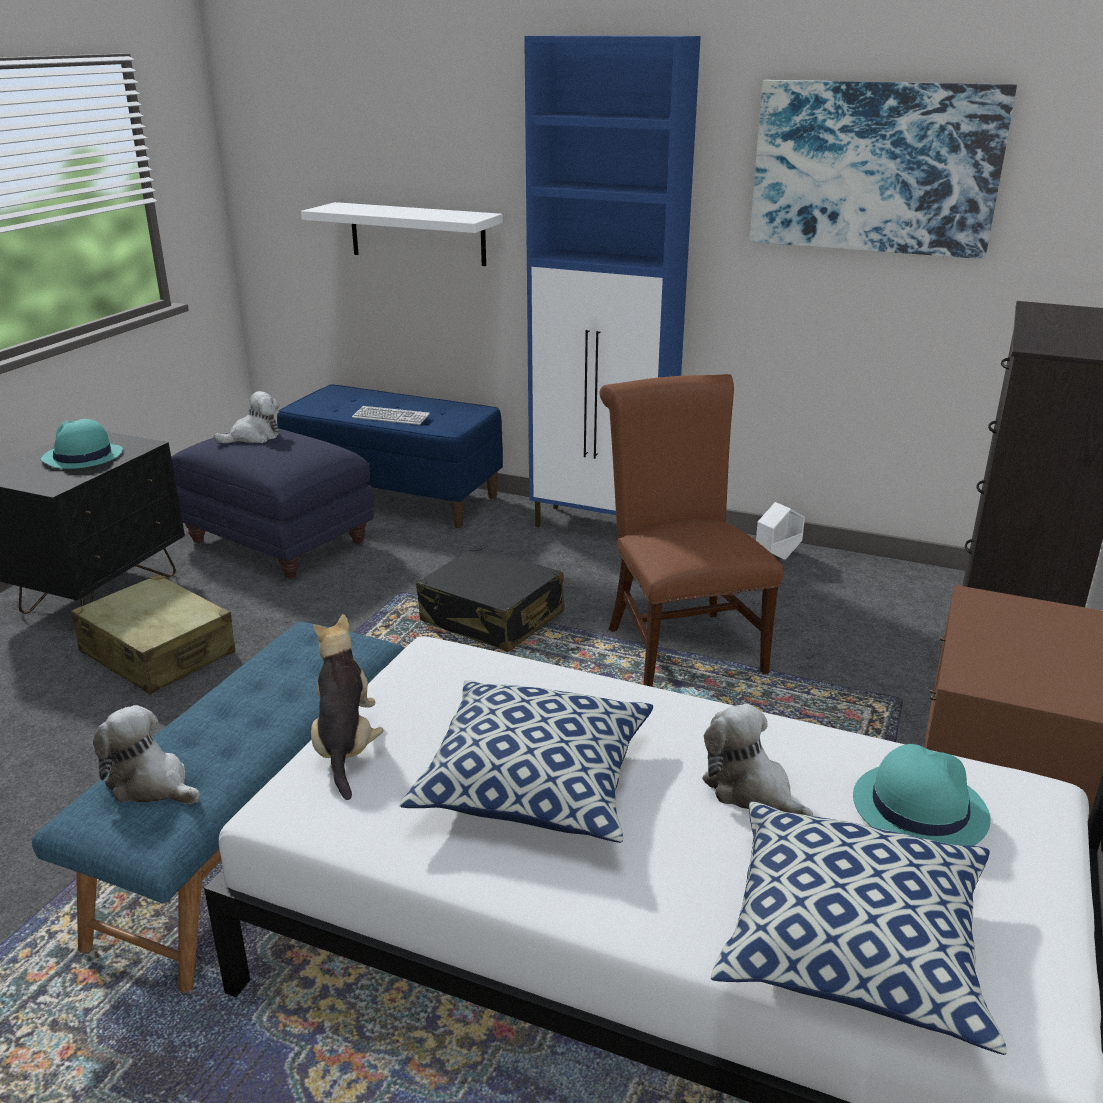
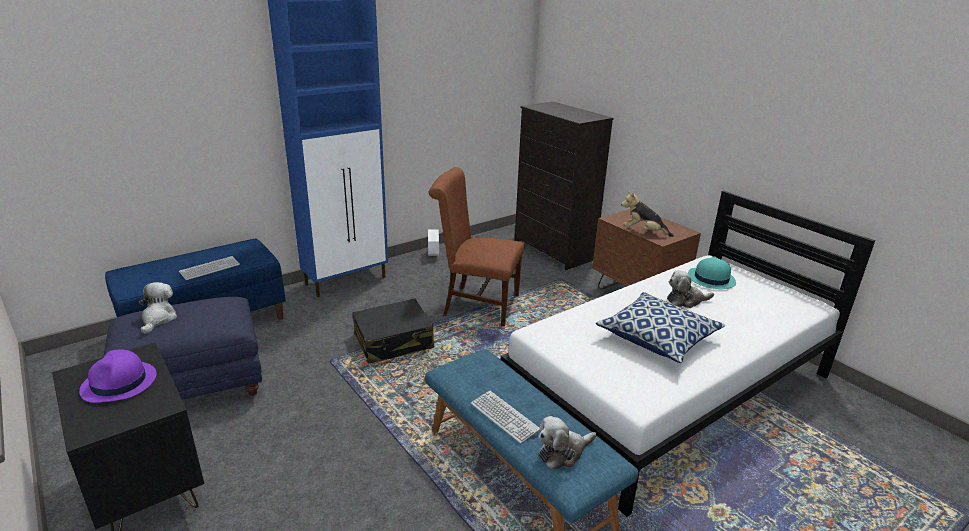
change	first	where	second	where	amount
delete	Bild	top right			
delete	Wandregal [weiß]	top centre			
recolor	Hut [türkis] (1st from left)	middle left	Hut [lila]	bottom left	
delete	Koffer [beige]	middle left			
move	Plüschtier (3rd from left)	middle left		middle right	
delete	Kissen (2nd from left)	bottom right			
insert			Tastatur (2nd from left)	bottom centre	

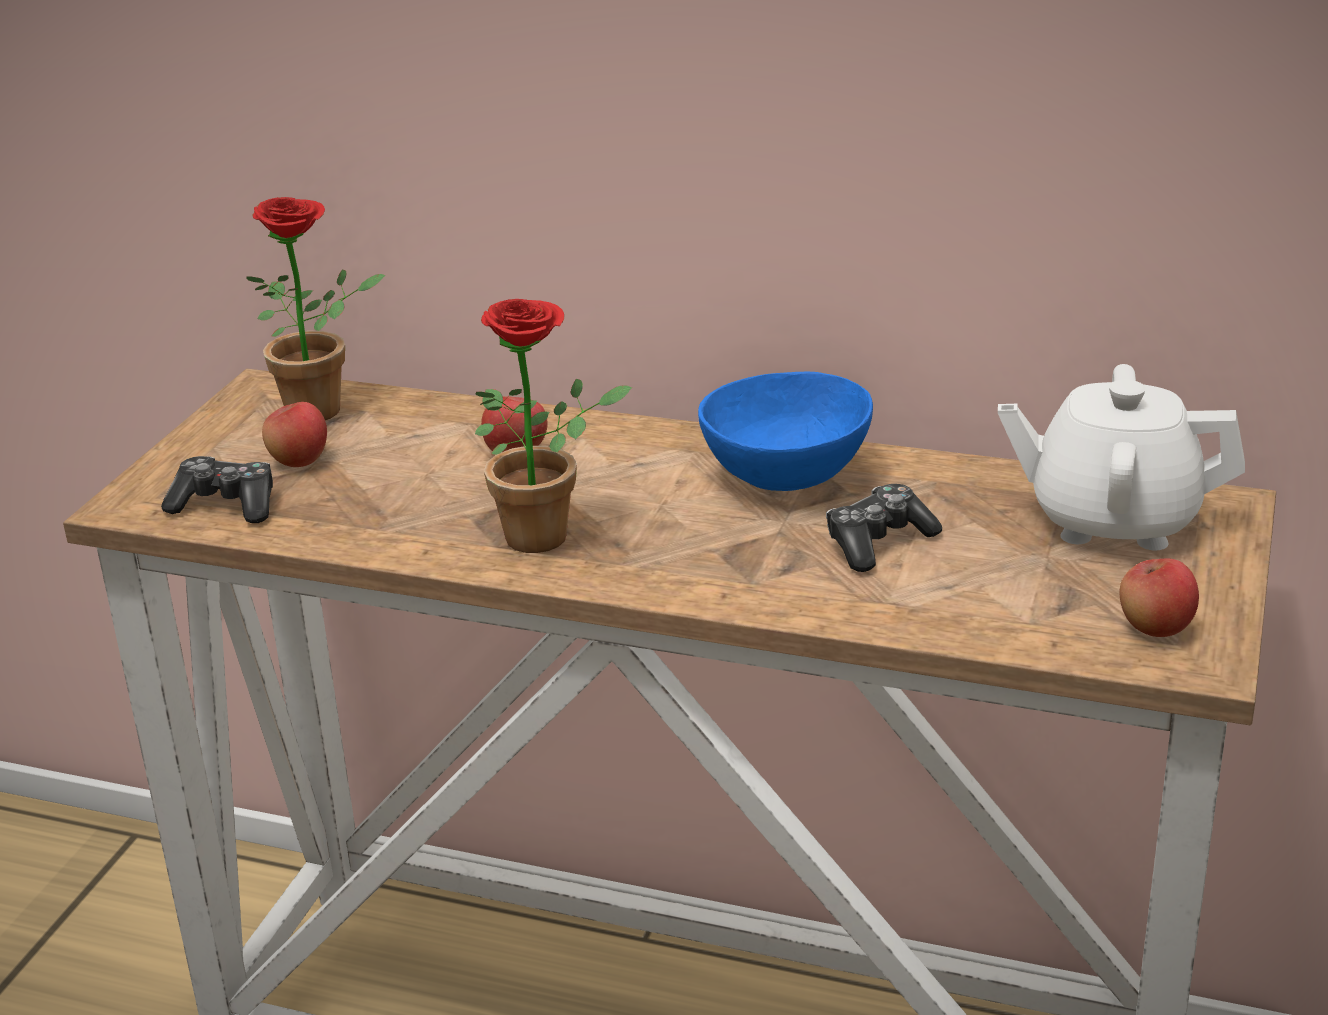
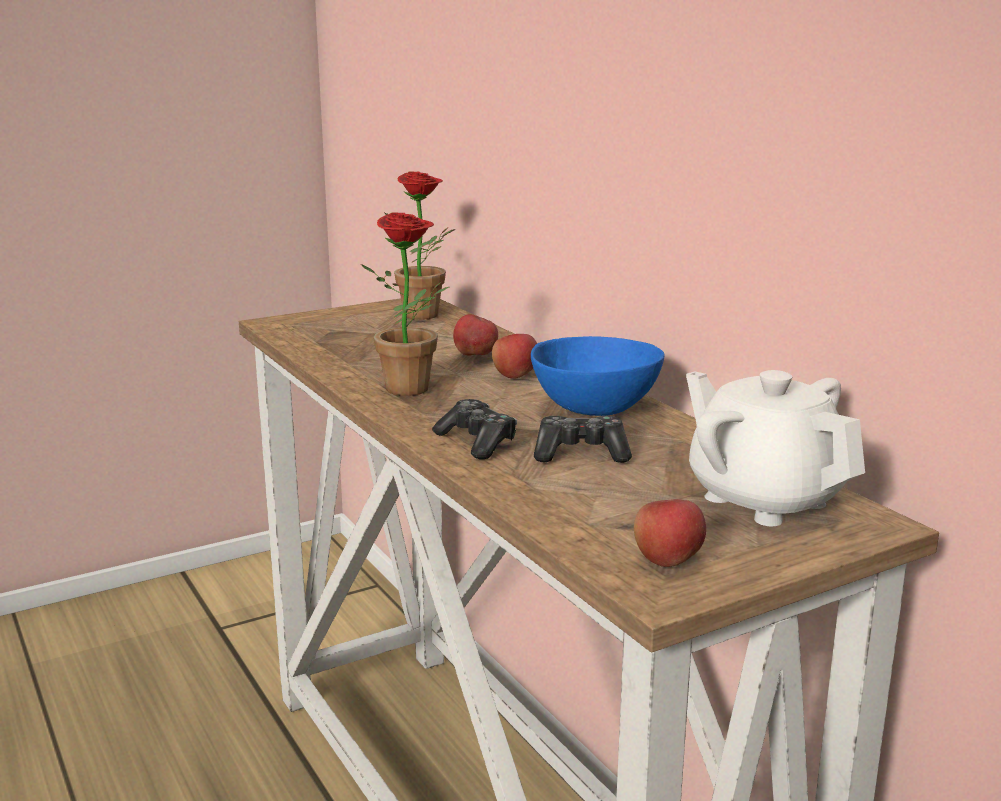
change	first	where	second	where	amount
move	Apfel (1st from left in the first image)	middle left	Apfel (2nd from left)	centre	
move	Gamepad (1st from left)	middle left		centre	

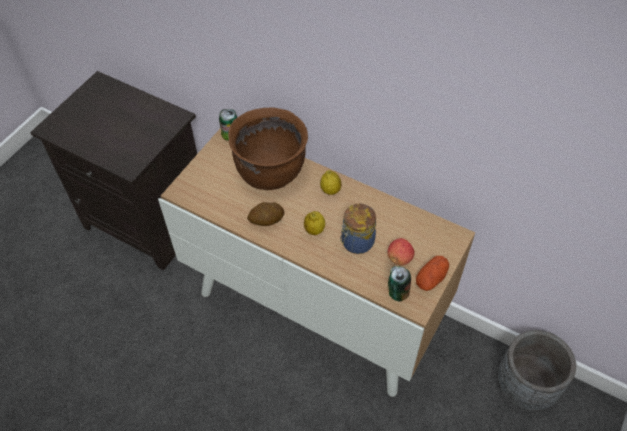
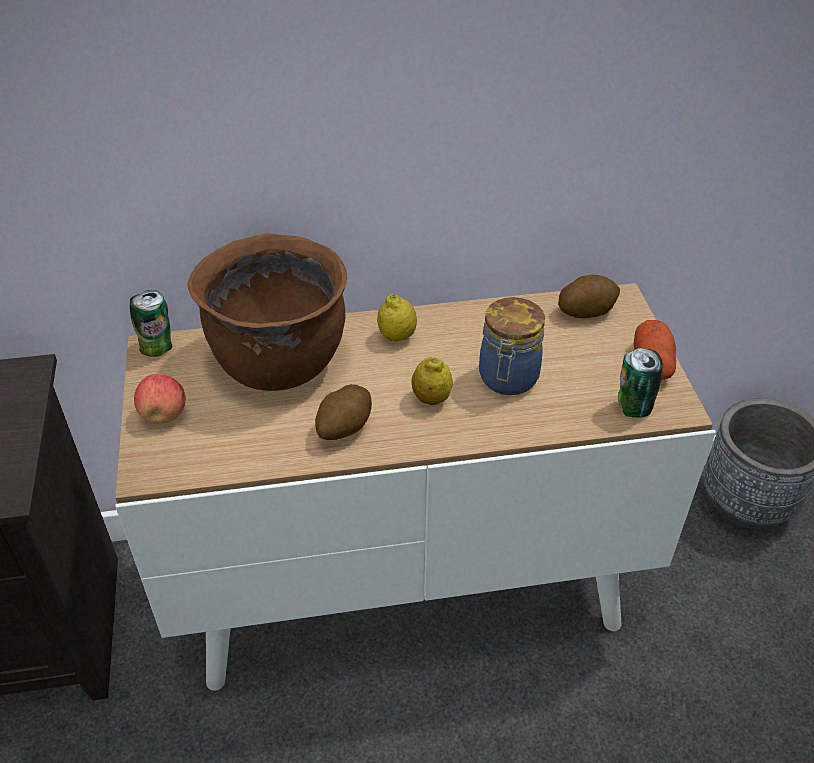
change	first	where	second	where	amount
move	Apfel	centre		middle left	
insert			Kartoffel (2nd from left)	middle right	

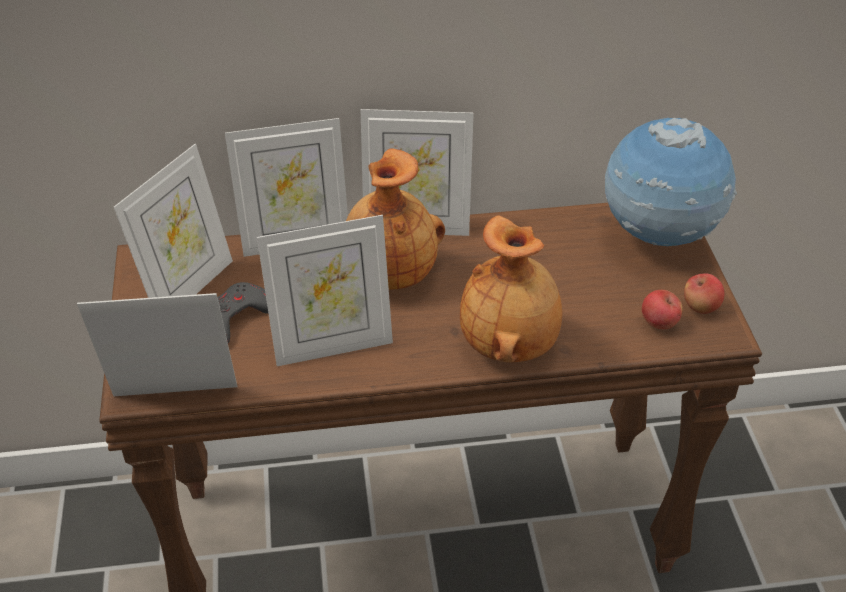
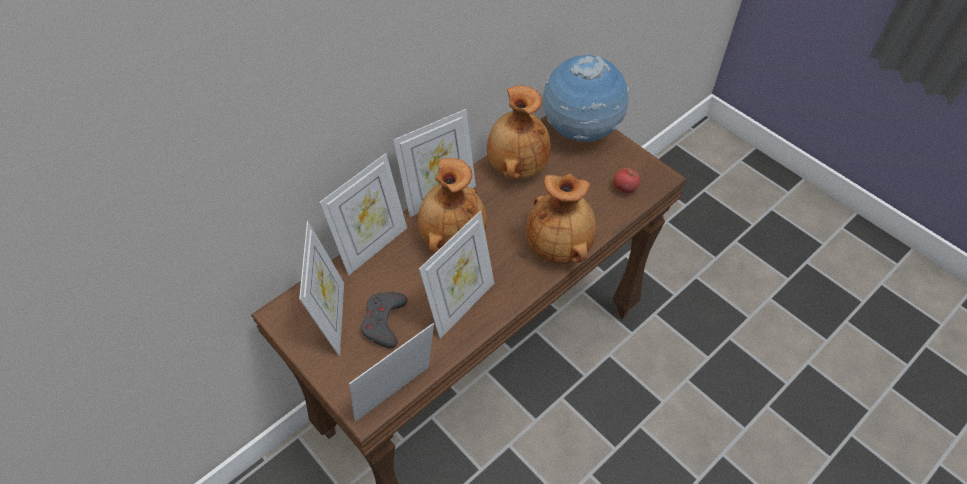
change	first	where	second	where	amount
delete	Apfel (2nd from left)	middle right			
insert			Vase [braun] (2nd from left)	top centre	

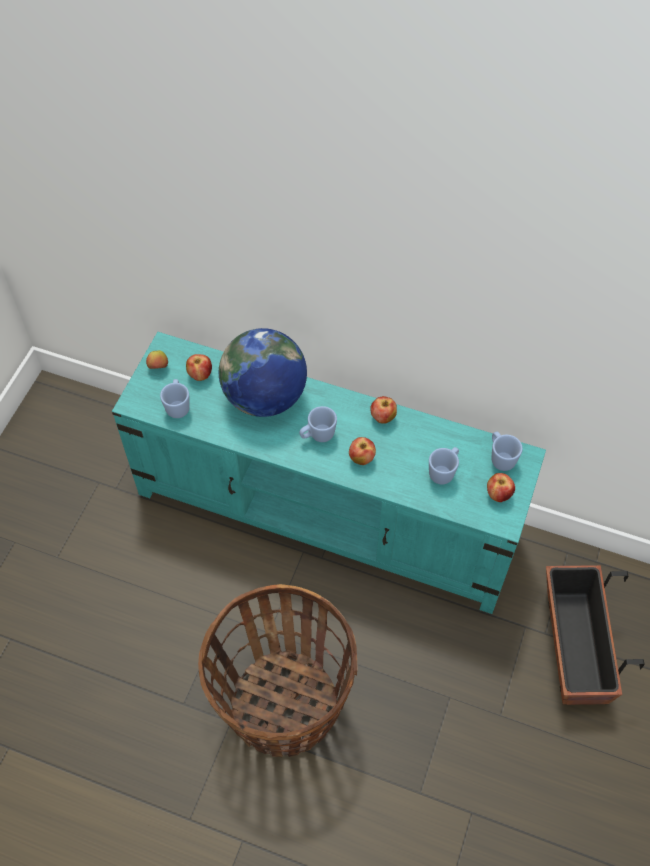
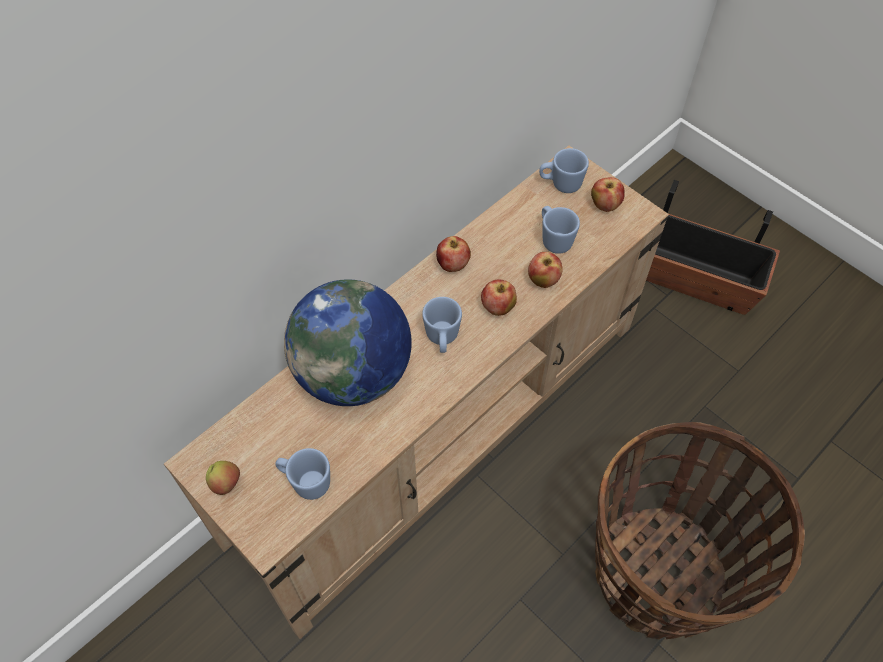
change	first	where	second	where	amount
recolor	Fernsehschrank [türkis]	centre	Fernsehschrank [beige]	centre	
move	Apfel (2nd from left in the first image)	middle left	Apfel (4th from left)	centre	

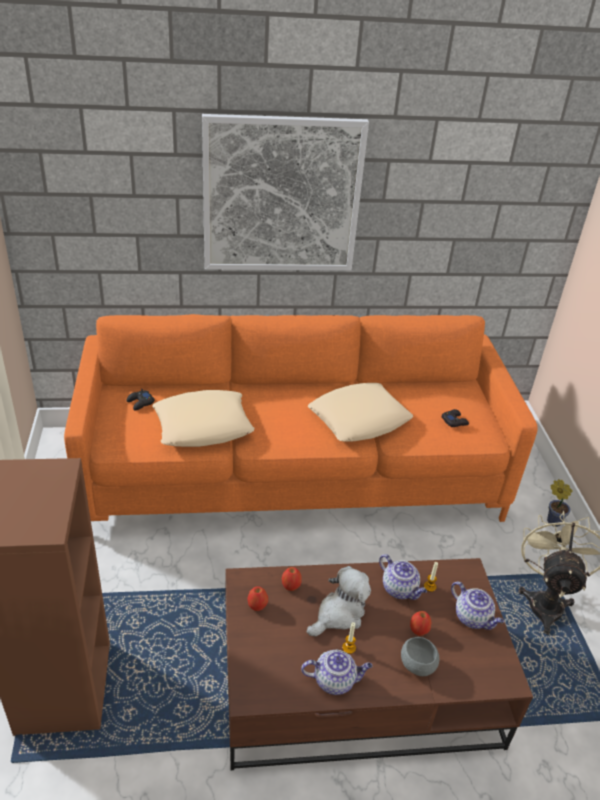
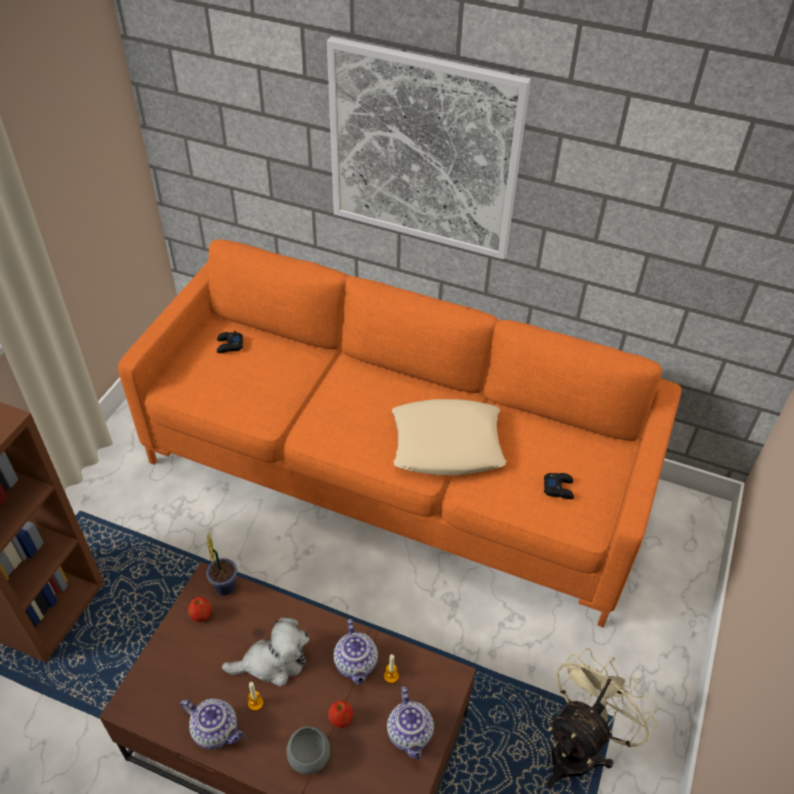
change	first	where	second	where	amount
delete	Kissen [beige] (1st from left)	centre			
move	Topfpflanze	middle right		bottom left	
delete	Apfel (2nd from left)	bottom centre			

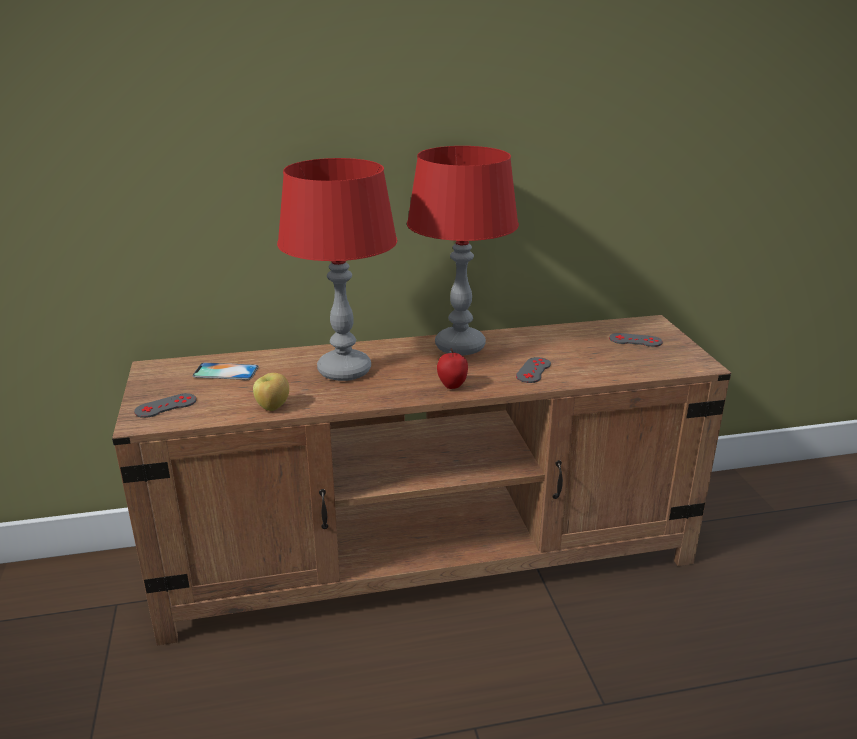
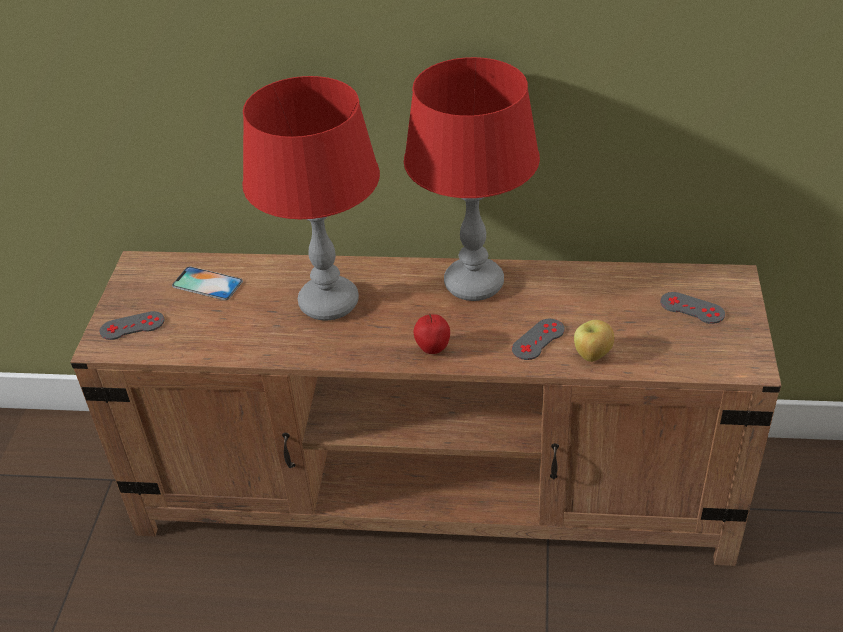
change	first	where	second	where	amount
move	Apfel (1st from left in the first image)	middle left	Apfel (2nd from left)	middle right	

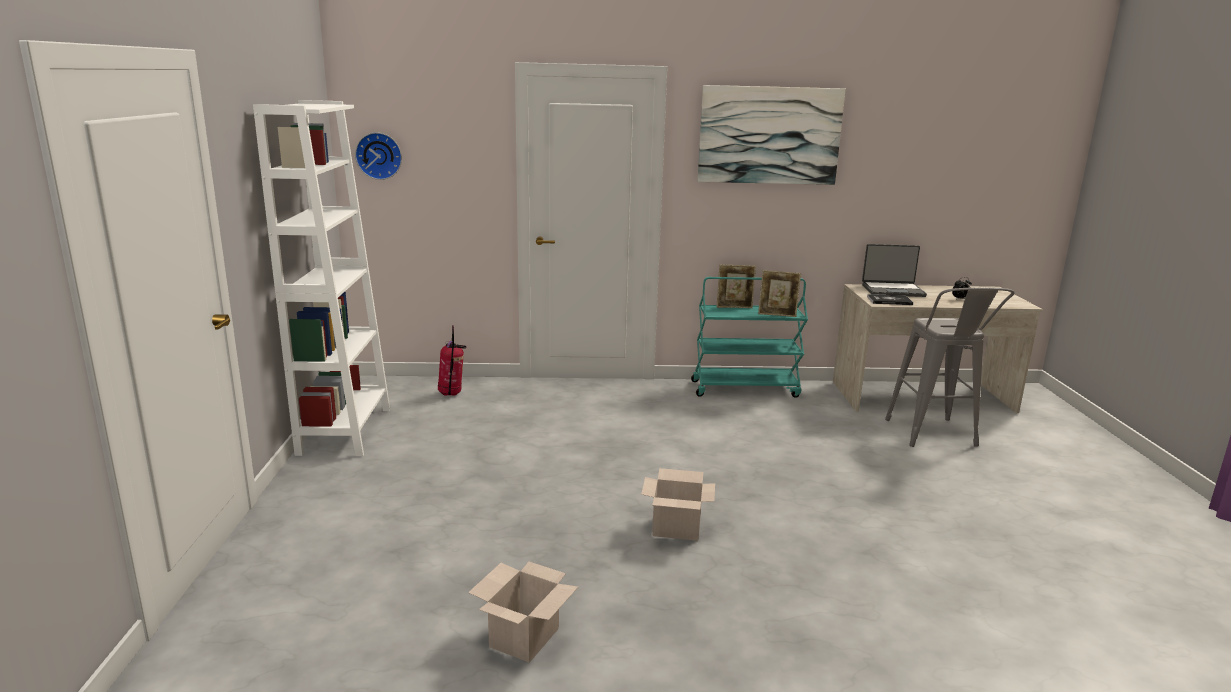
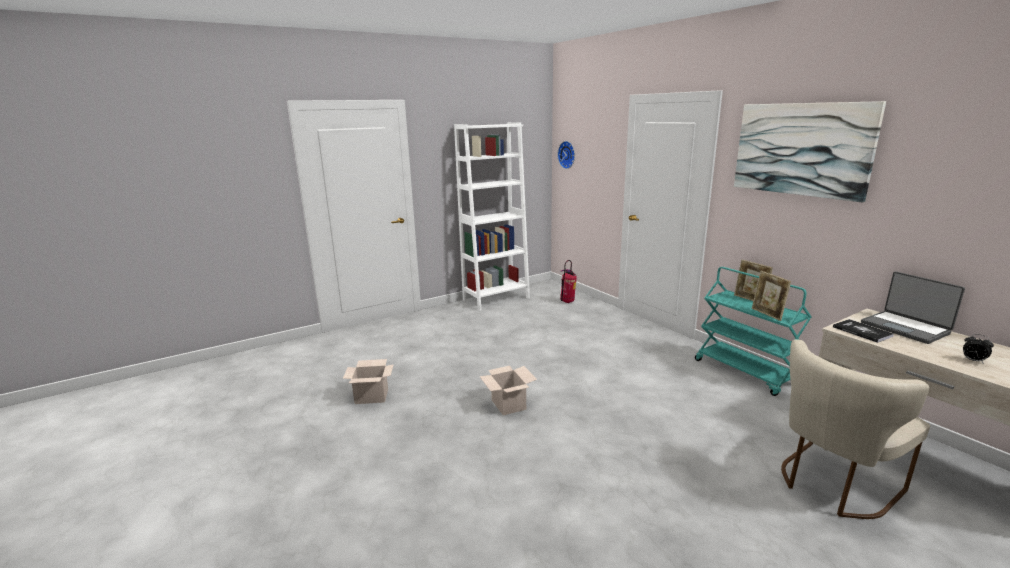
change	first	where	second	where	amount
replace	Hocker [grau]	middle right	Stuhl [beige]	bottom right	

